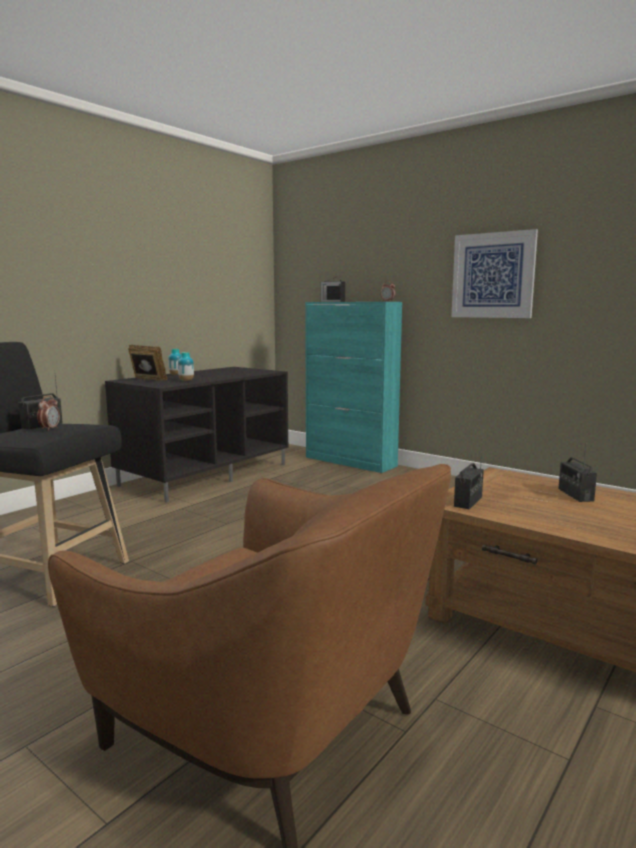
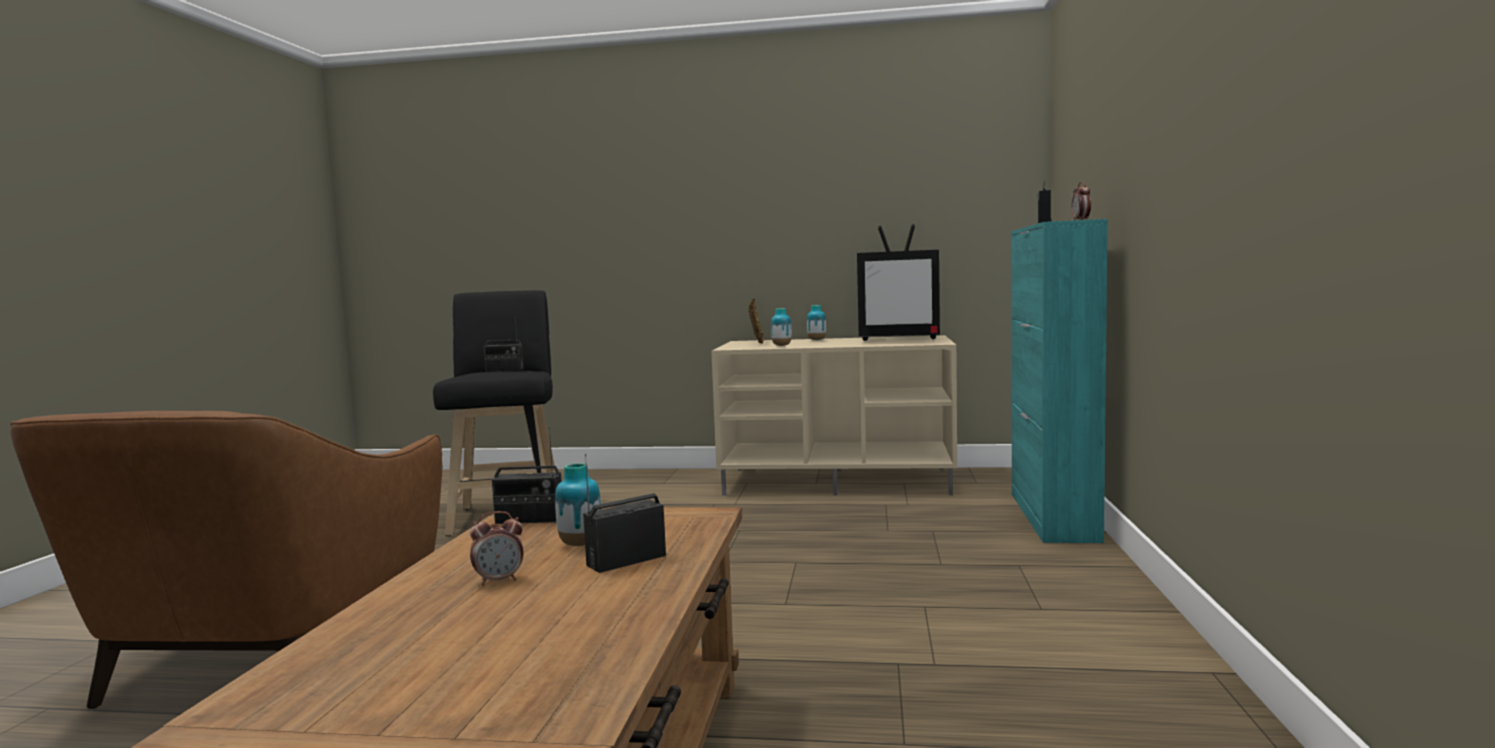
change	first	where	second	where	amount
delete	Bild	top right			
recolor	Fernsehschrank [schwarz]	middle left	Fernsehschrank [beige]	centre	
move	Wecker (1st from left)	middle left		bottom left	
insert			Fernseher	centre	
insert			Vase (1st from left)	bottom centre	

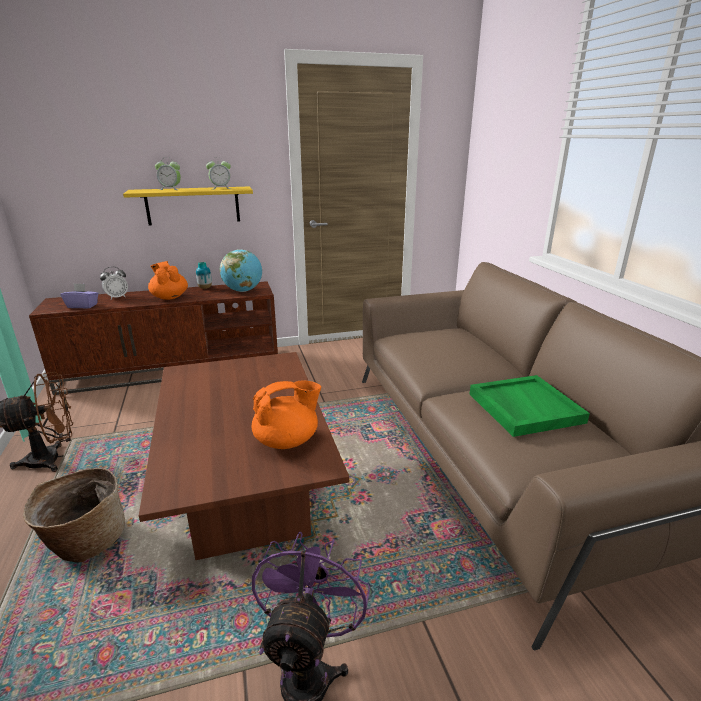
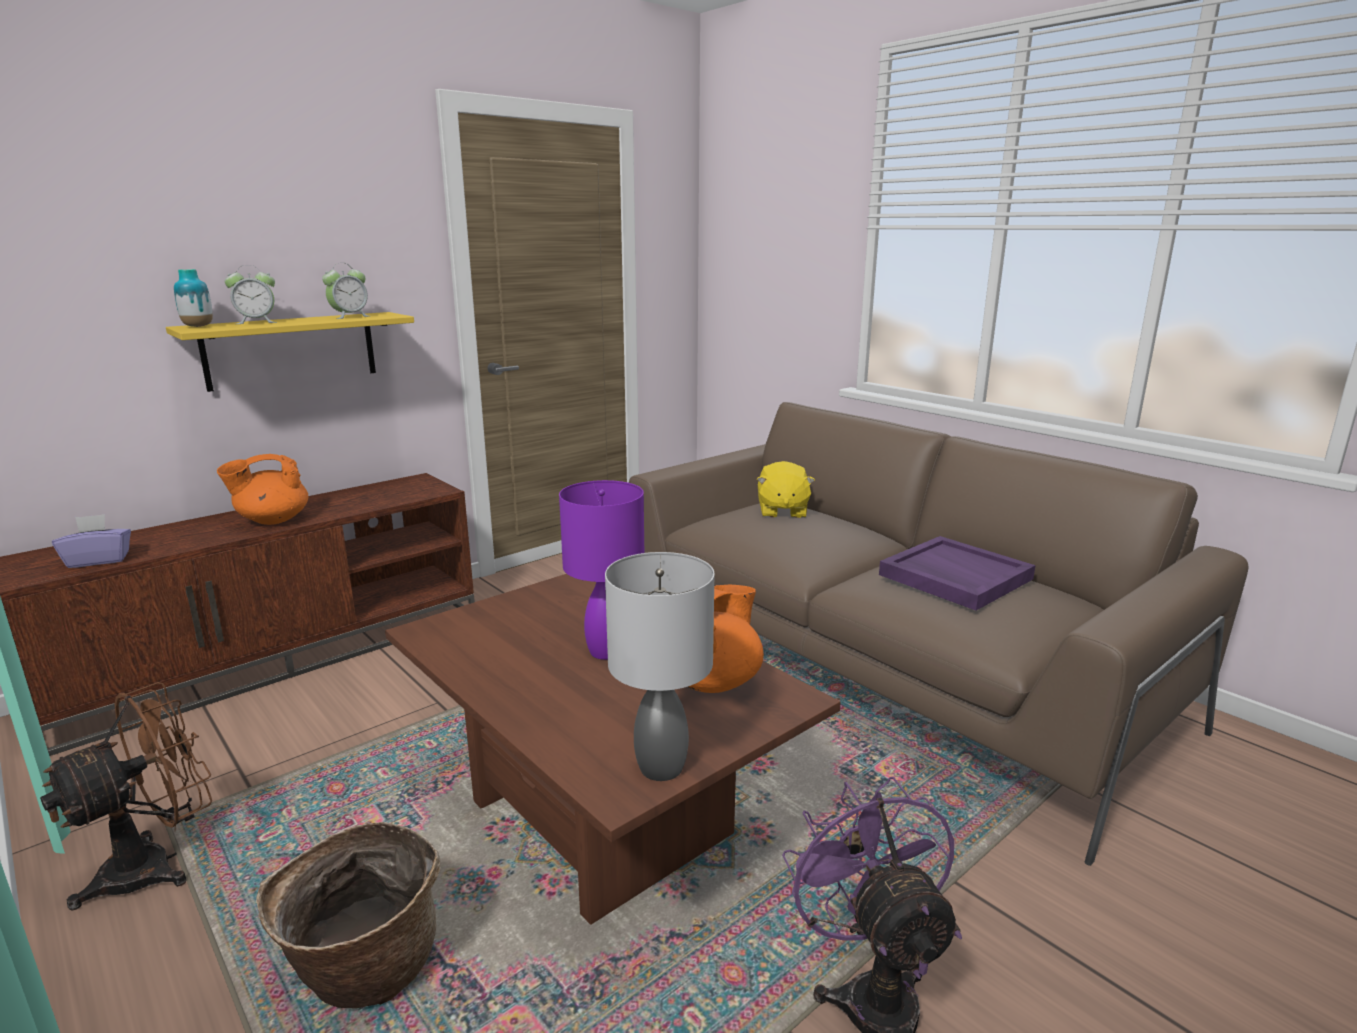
change	first	where	second	where	amount
delete	Globus	centre			
rotate	Teekanne [orange] (1st from left)	middle left		middle left	60 degrees counterclockwise
move	Vase	middle left		top left	
delete	Wecker (1st from left)	middle left			
recolor	Tablett [grün]	middle right	Tablett [lila]	middle right	
insert			Plüschtier [gelb]	centre	
insert			Tischlampe [lila]	centre	
insert			Tischlampe [grau]	centre	

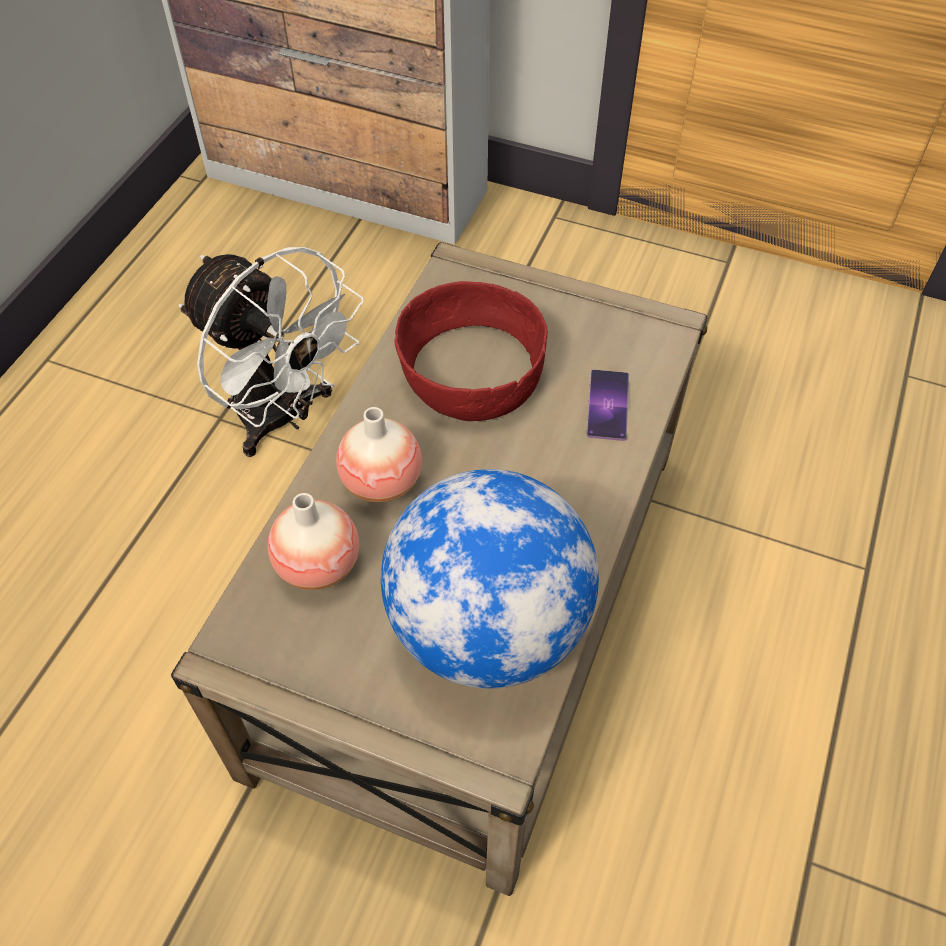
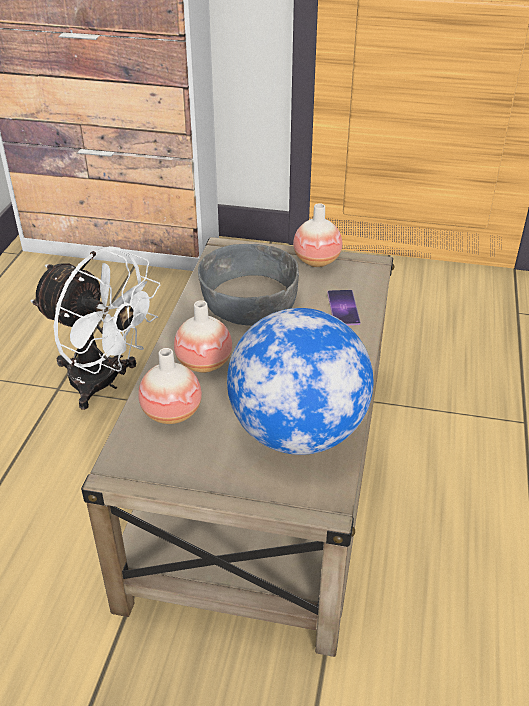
change	first	where	second	where	amount
recolor	Schüssel [rot]	centre	Schüssel [grau]	centre	
insert			Vase (3rd from left)	top centre	

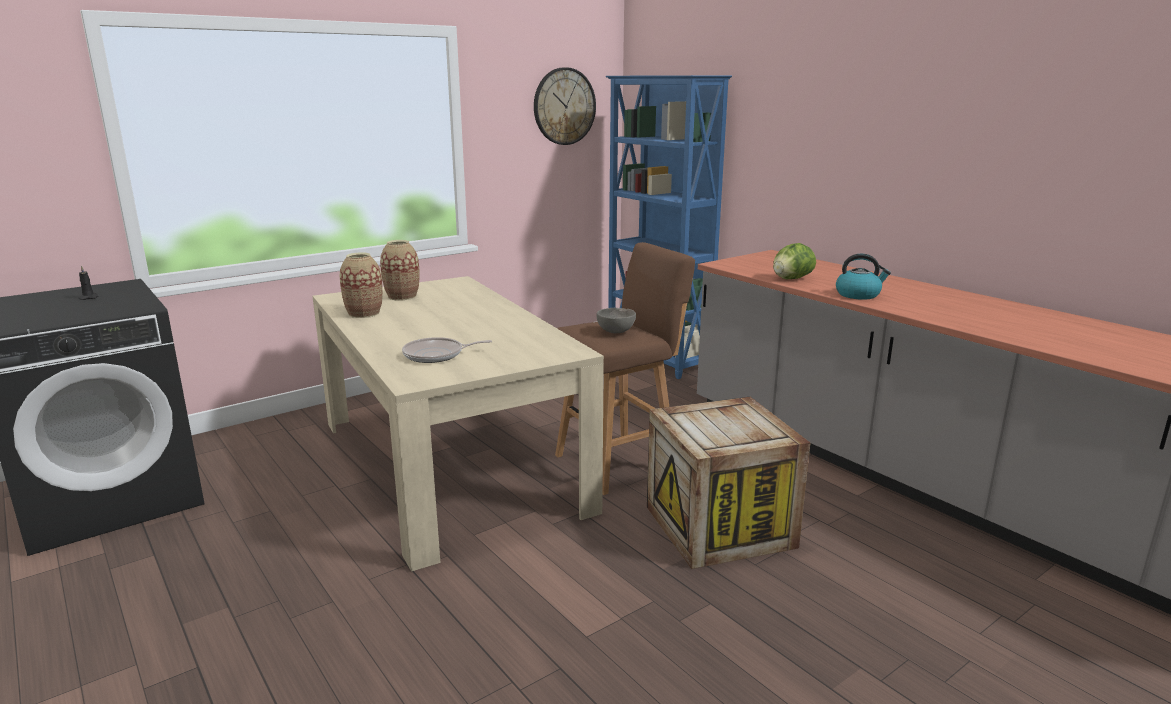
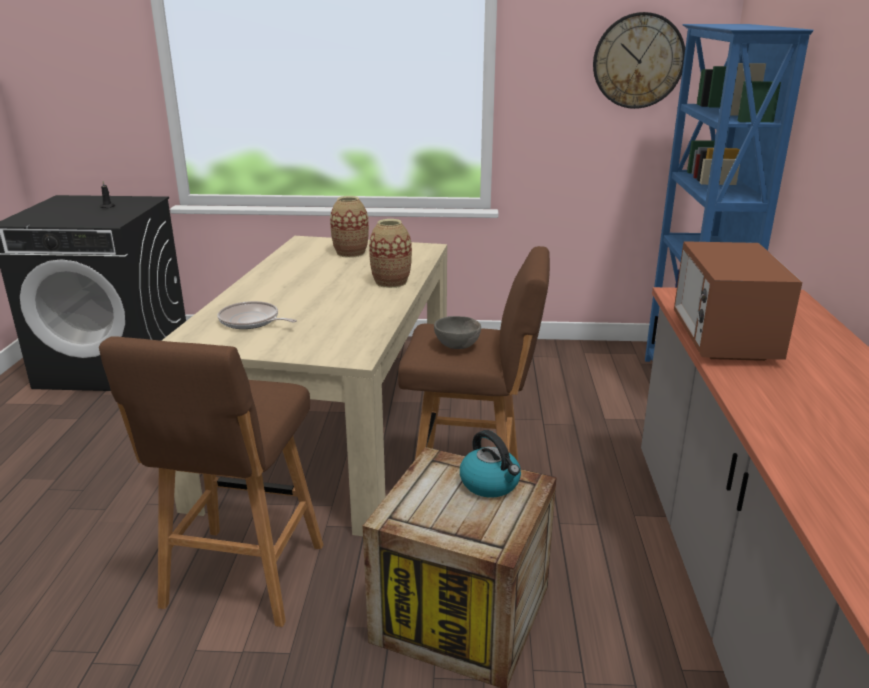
change	first	where	second	where	amount
replace	Salatkopf	middle right	Mikrowelle	middle right	
move	Vase (1st from left in the first image)	middle left	Vase (2nd from left)	centre	
move	Wasserkessel	middle right		bottom centre	
insert			Hocker [braun] (1st from left)	bottom left	

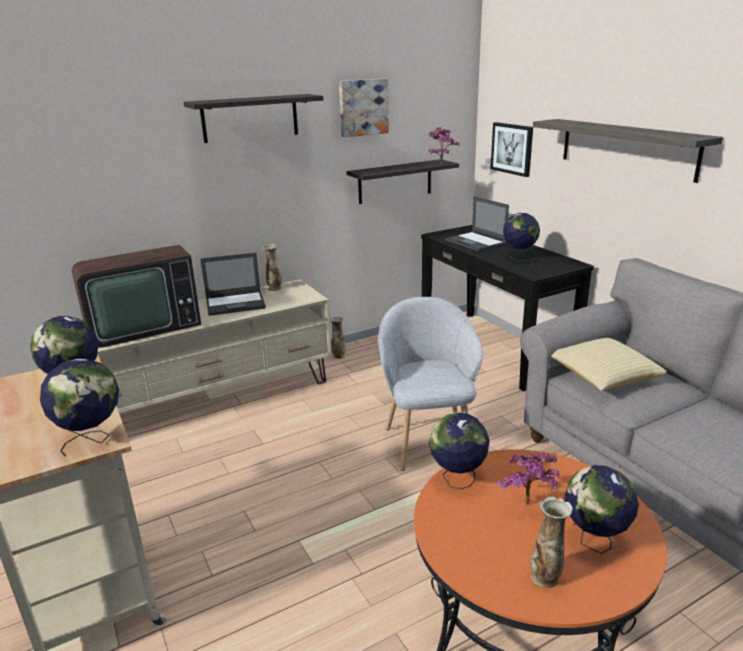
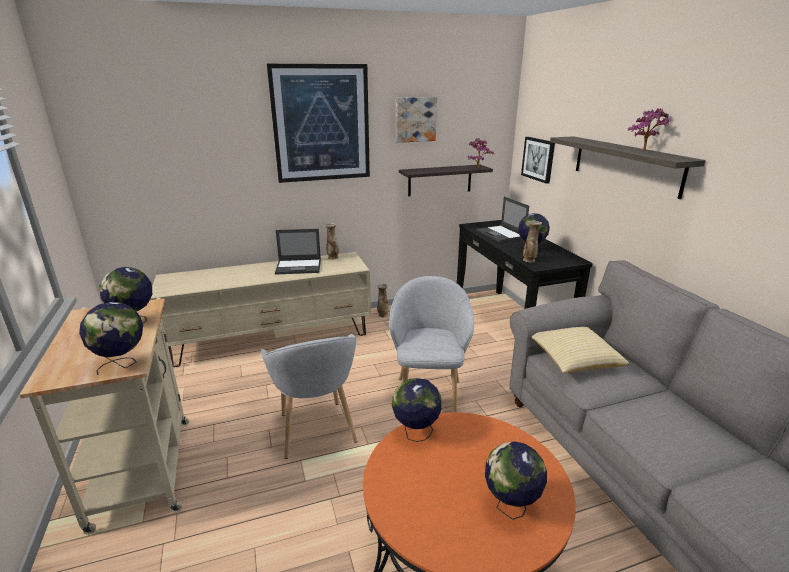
change	first	where	second	where	amount
replace	Wandregal (1st from left)	top centre	Bild (1st from left)	top centre	
delete	Fernseher	middle left			
move	Topfpflanze (2nd from left)	bottom right		top right	
move	Vase (3rd from left)	bottom right		middle right	
insert			Sessel [grau] (1st from left)	bottom centre	

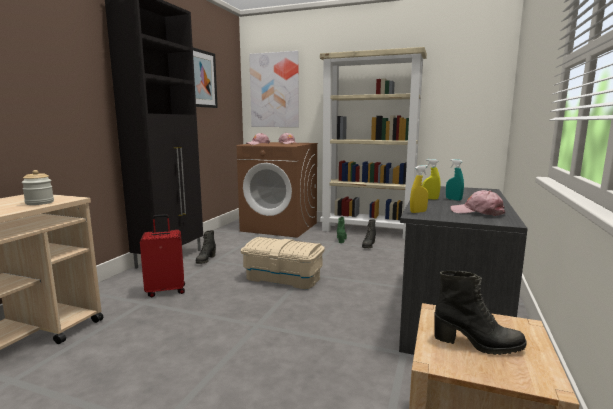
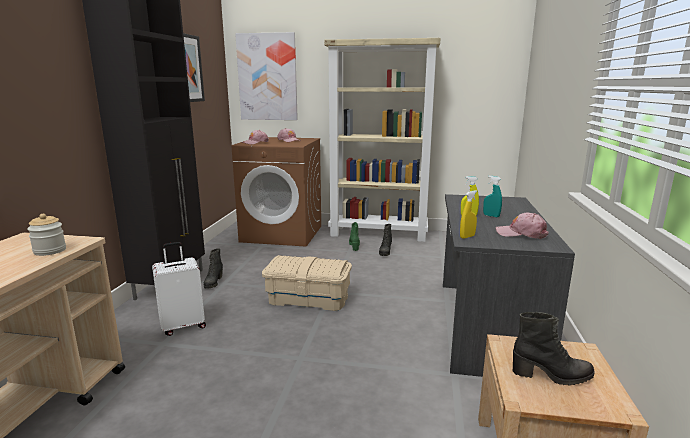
change	first	where	second	where	amount
recolor	Koffer [rot]	middle left	Koffer [weiß]	middle left	

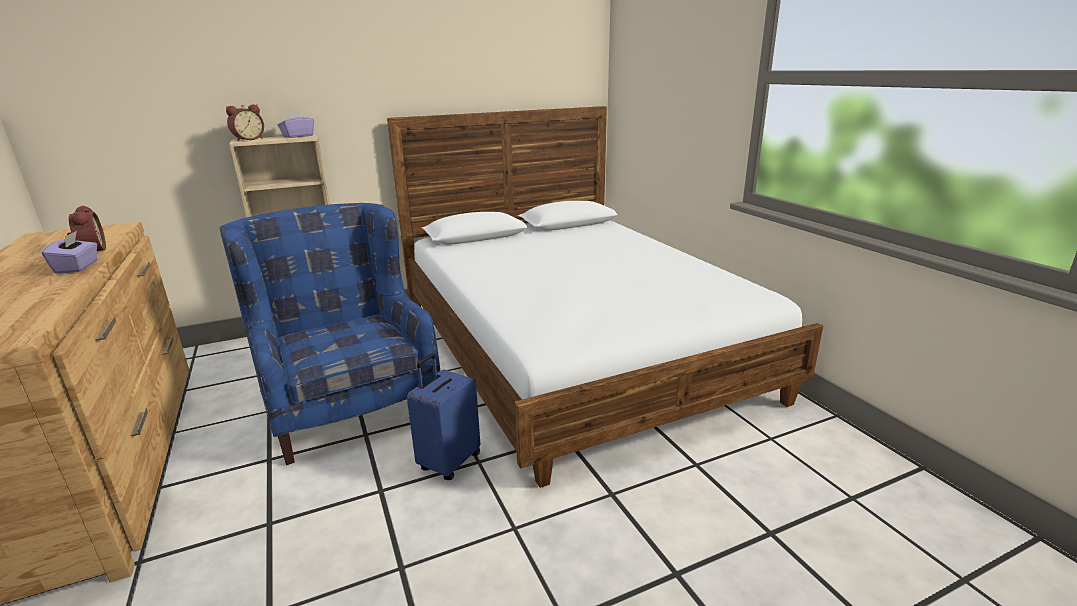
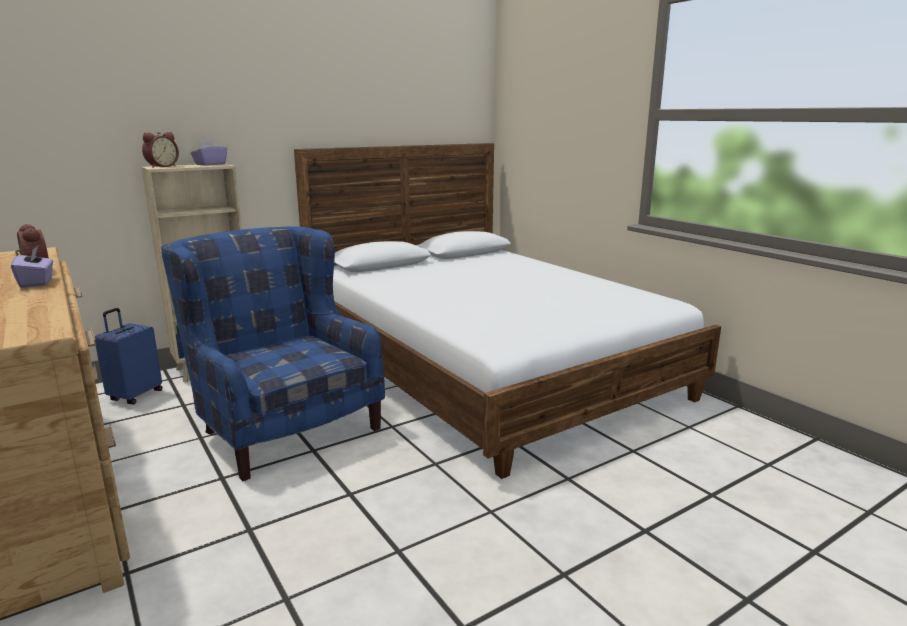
change	first	where	second	where	amount
move	Koffer [blau]	bottom centre		middle left	

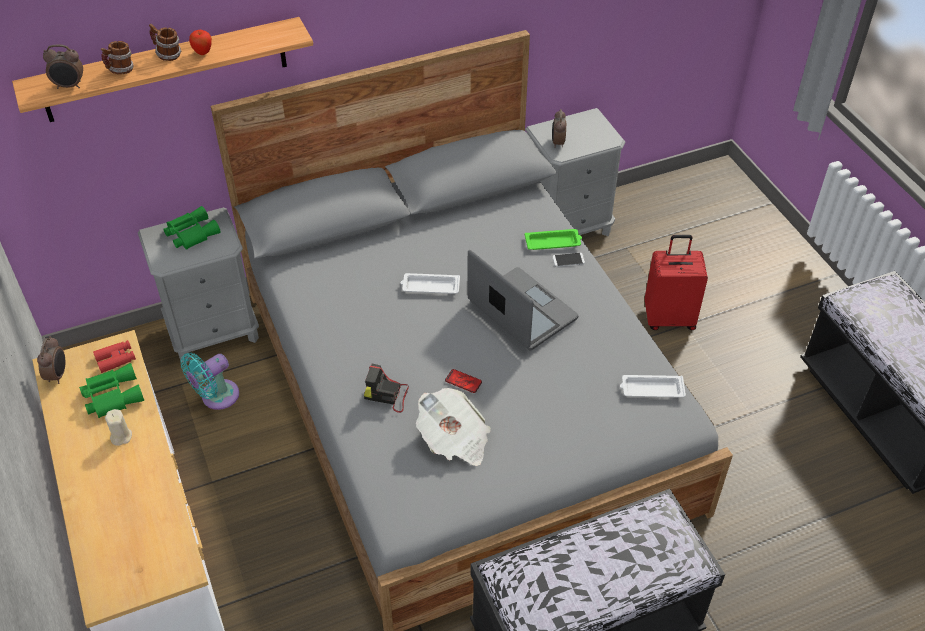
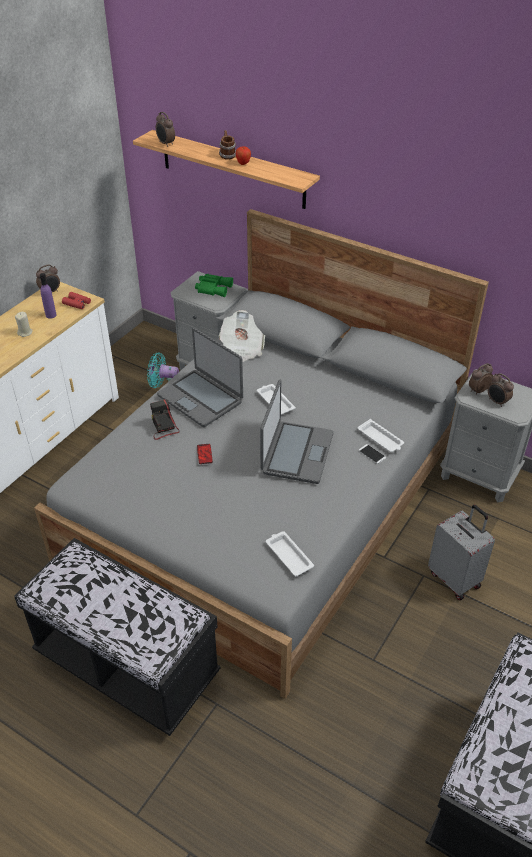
change	first	where	second	where	amount
delete	Henkelbecher (1st from left)	top left			
recolor	Tablett [grün]	centre	Tablett [weiß] (3rd from left)	middle right	
recolor	Koffer [rot]	middle right	Koffer [grau]	middle right	
replace	Fernglas [grün] (1st from left)	middle left	Flasche [lila]	middle left	
move	Zeitung	bottom centre		centre	
insert			Laptop (1st from left)	centre	
insert			Wecker (4th from left)	middle right	

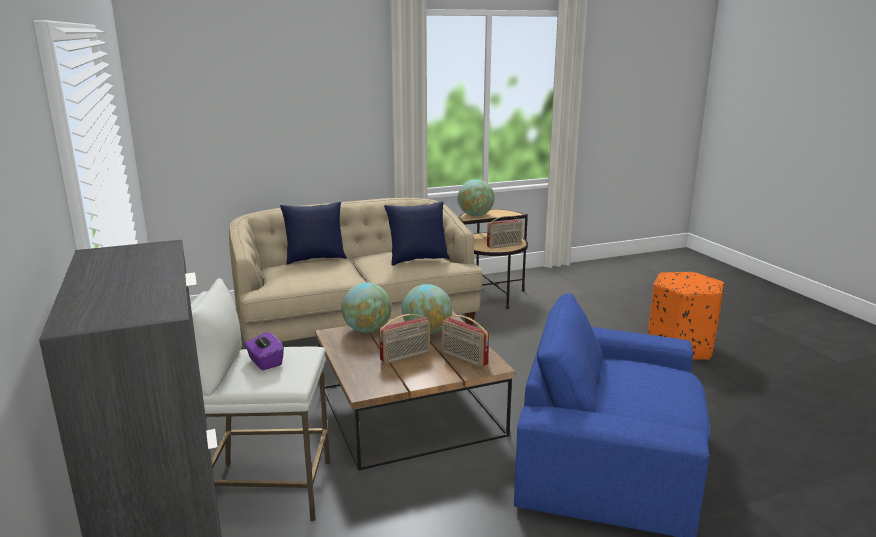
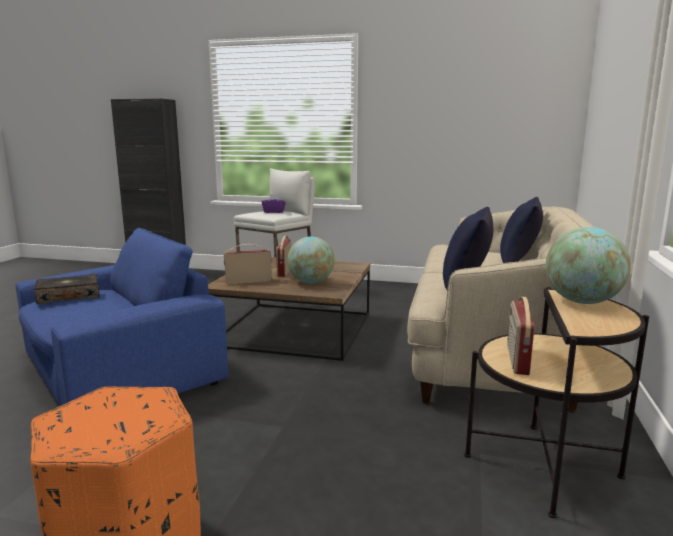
change	first	where	second	where	amount
delete	Globus (1st from left)	centre			
insert			Buch	middle left	

